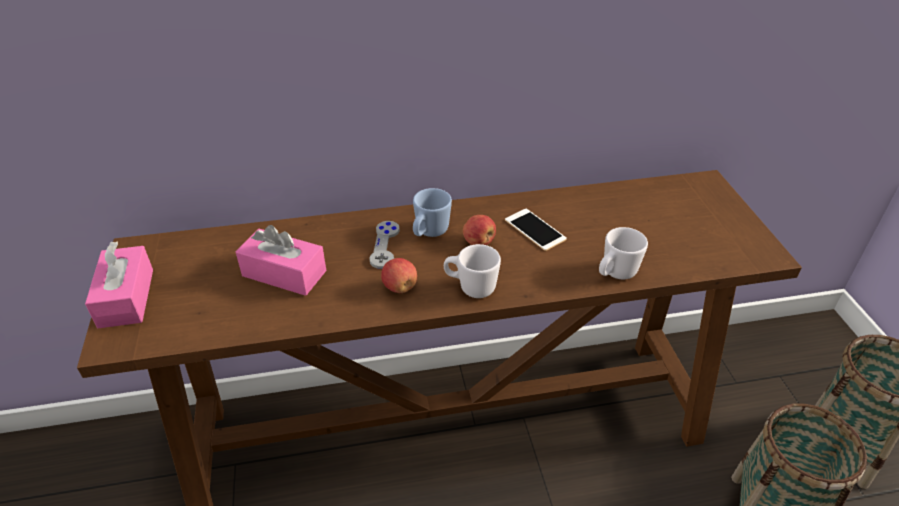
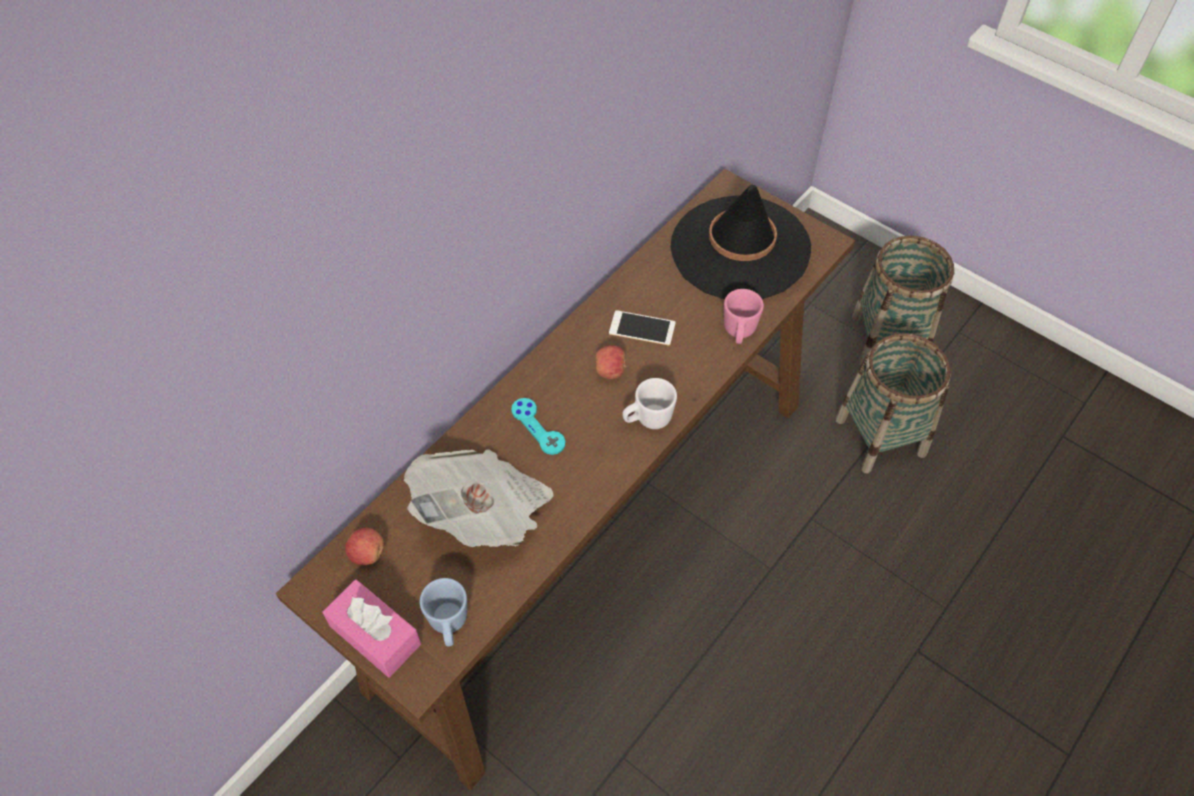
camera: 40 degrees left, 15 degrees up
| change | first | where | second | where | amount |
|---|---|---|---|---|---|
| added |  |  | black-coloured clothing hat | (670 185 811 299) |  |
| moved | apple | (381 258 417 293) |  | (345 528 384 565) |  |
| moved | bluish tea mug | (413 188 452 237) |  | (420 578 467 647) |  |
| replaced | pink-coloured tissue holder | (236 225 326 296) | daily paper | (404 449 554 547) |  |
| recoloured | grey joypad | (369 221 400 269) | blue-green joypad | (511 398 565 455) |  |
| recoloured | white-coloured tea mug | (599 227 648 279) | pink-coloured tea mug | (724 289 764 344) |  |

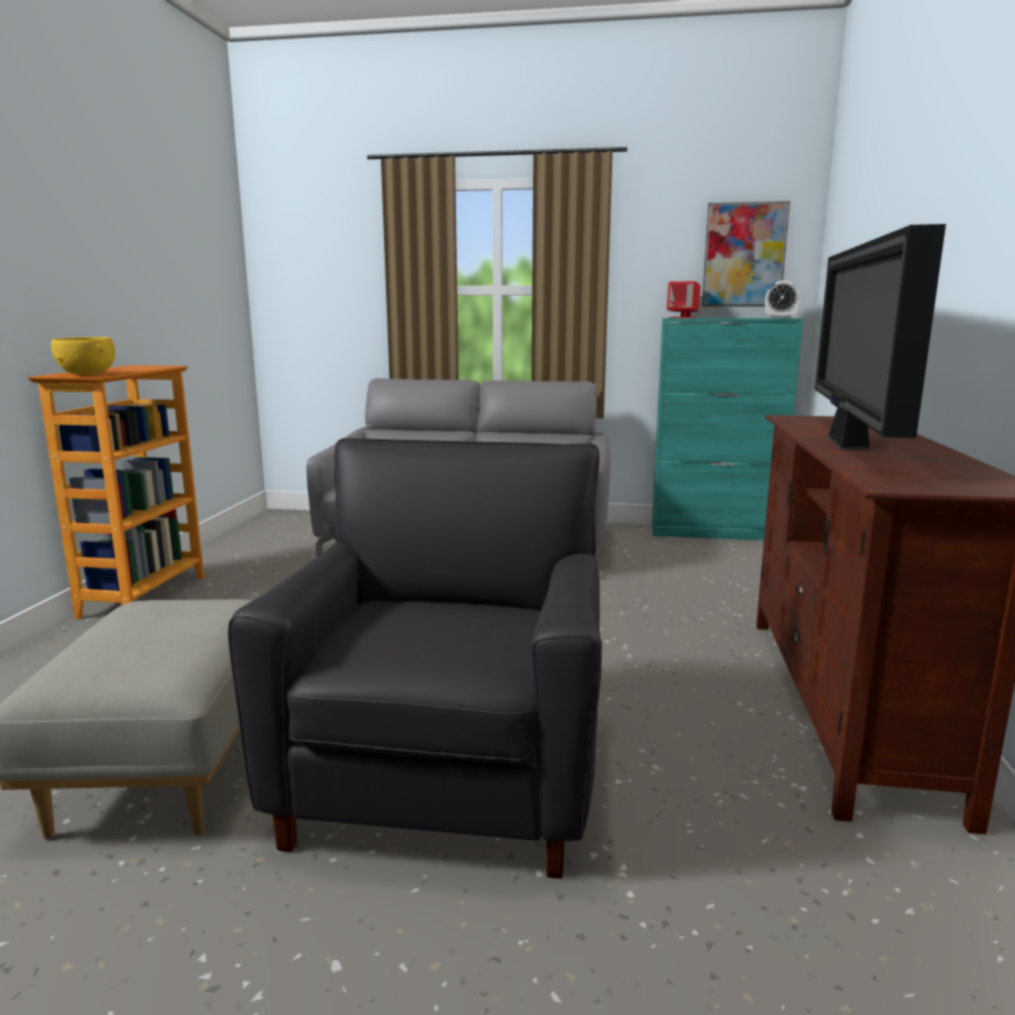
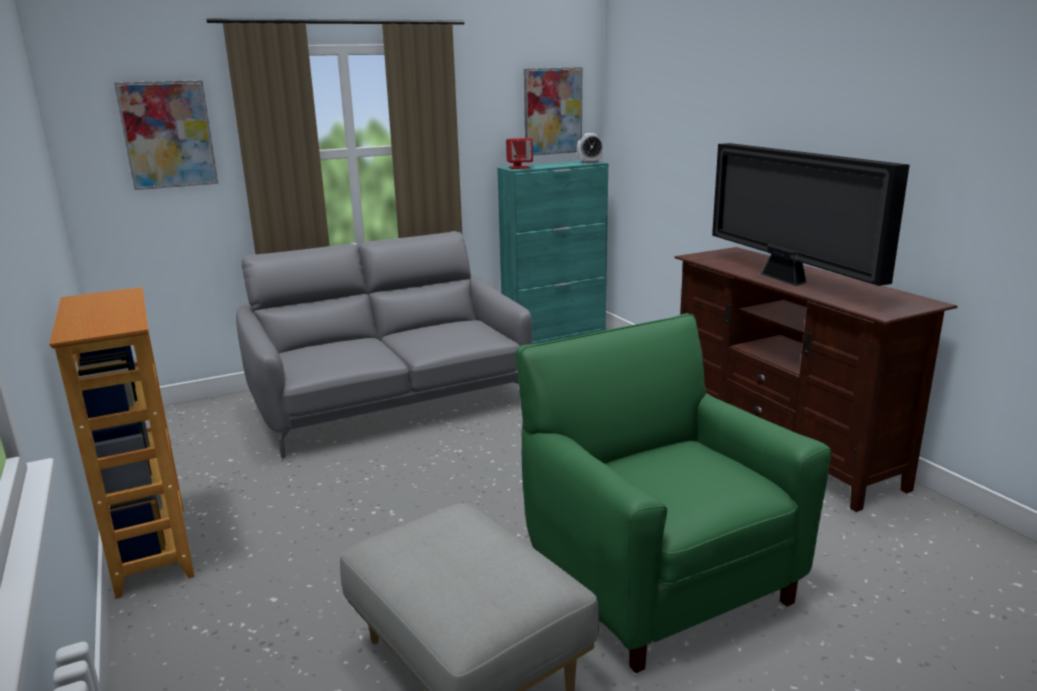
camera: 35 degrees left, 5 degrees up
| change | first | where | second | where | amount |
|---|---|---|---|---|---|
| removed | yellow deep dish | (51 337 115 375) |  |  |  |
| added |  |  | wall picture | (114 80 218 190) |  |
| recoloured | black-coloured lounge chair | (228 438 602 879) | green lounge chair | (516 313 832 673) |  |

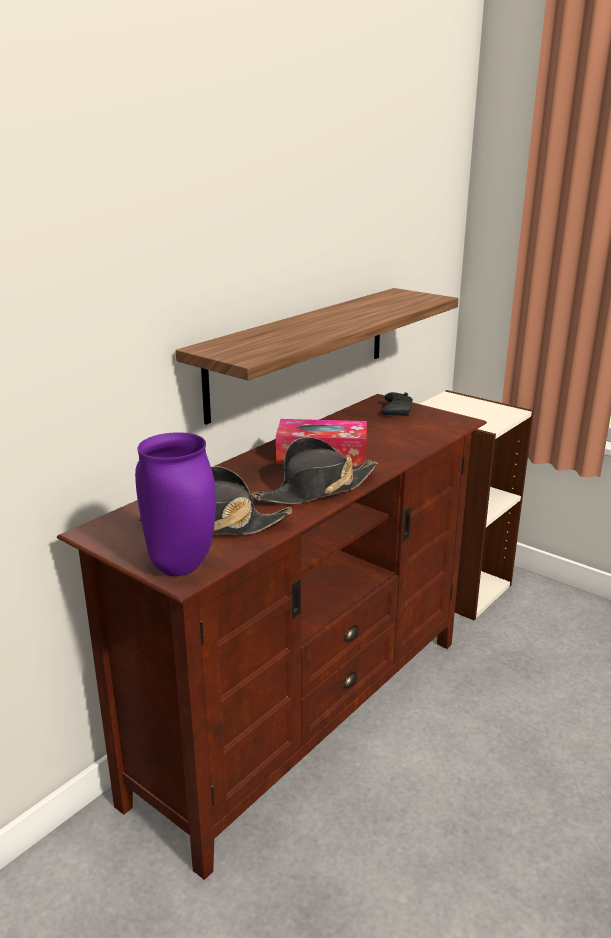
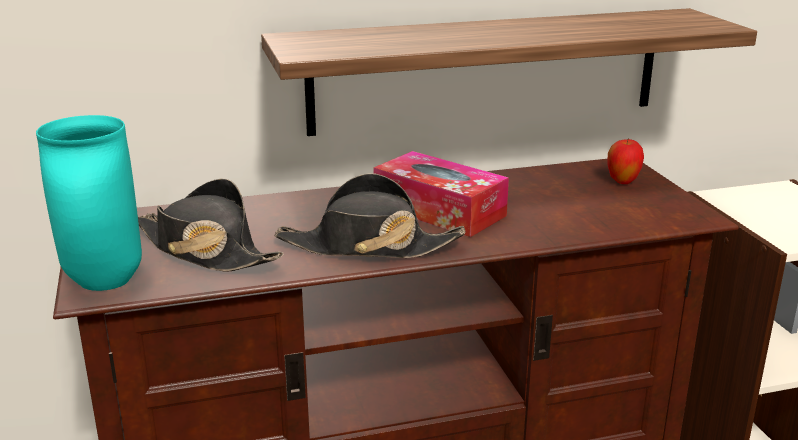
camera: 35 degrees right, 0 degrees up
| change | first | where | second | where | amount |
|---|---|---|---|---|---|
| replaced | black-coloured joypad | (382 392 413 416) | apple | (608 138 644 184) |  |
| recoloured | purple-coloured decorative vase | (135 432 216 576) | blue-green decorative vase | (36 115 142 291) |  |

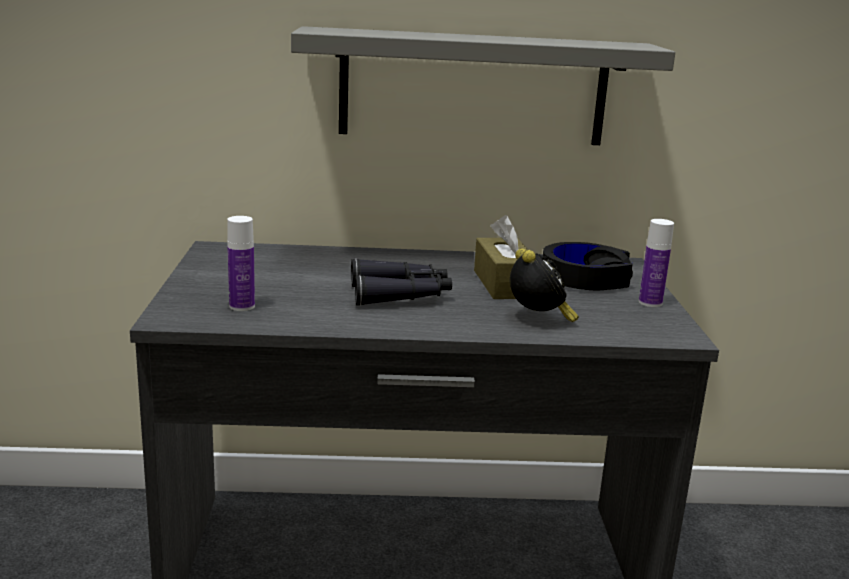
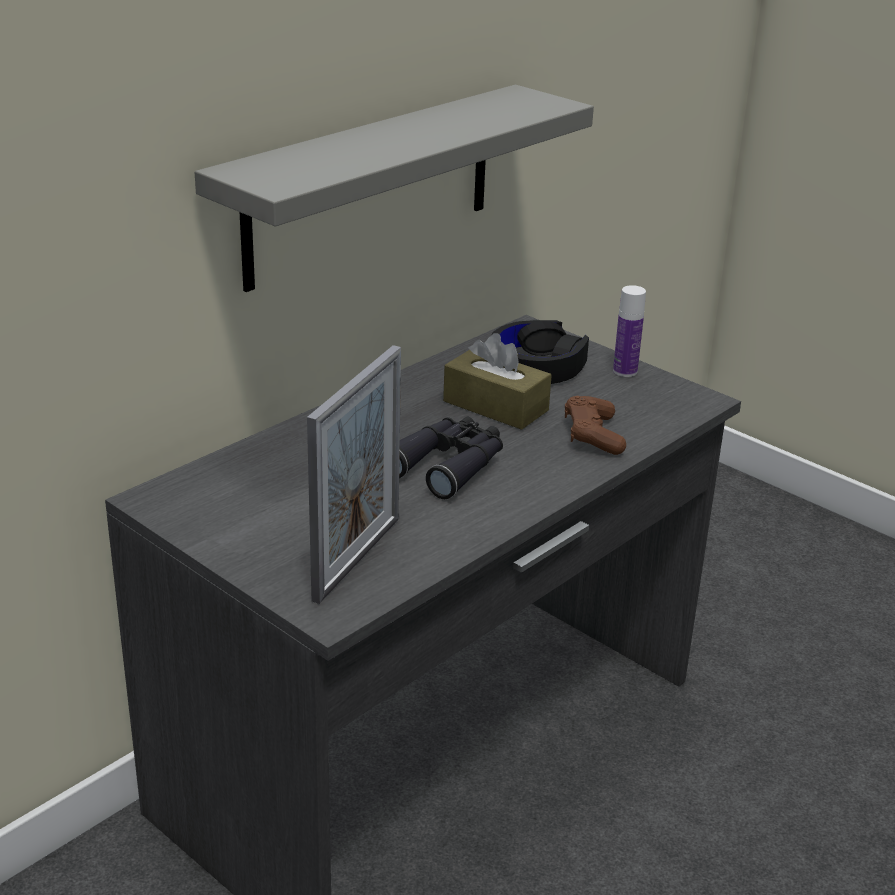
camera: 45 degrees left, 10 degrees up
| change | first | where | second | where | amount |
|---|---|---|---|---|---|
| replaced | beverage bottle | (227 216 255 311) | standing frame | (307 345 401 604) |  |
| replaced | bedside clock | (510 248 579 322) | brown-coloured joypad | (565 396 626 455) |  |

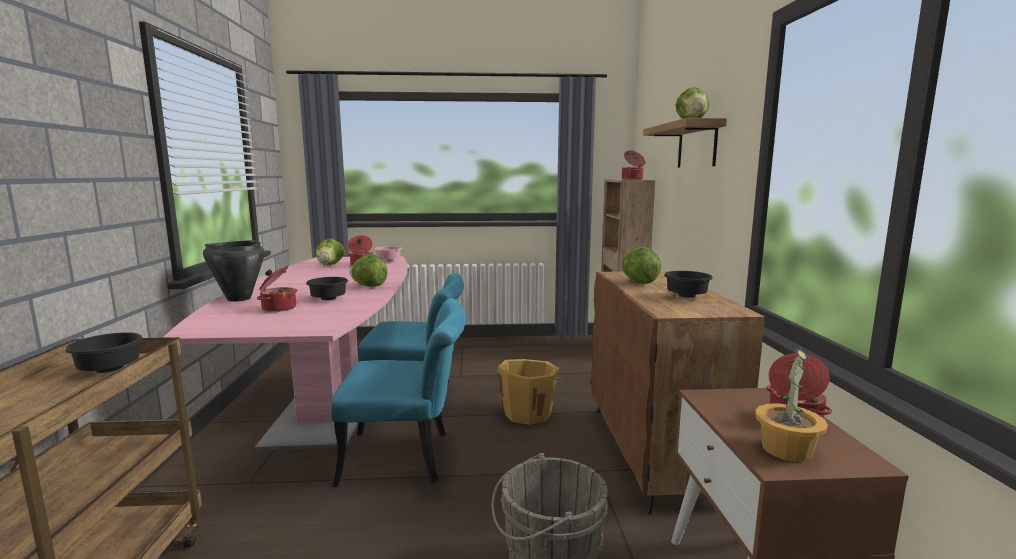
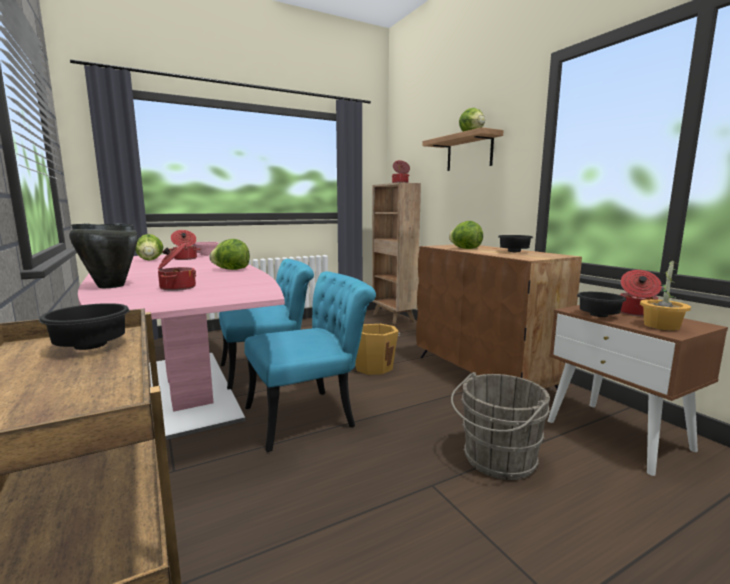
camera: 25 degrees left, 0 degrees up
| change | first | where | second | where | amount |
|---|---|---|---|---|---|
| moved | black-coloured deep dish | (306 277 348 300) |  | (577 292 626 317) |  |

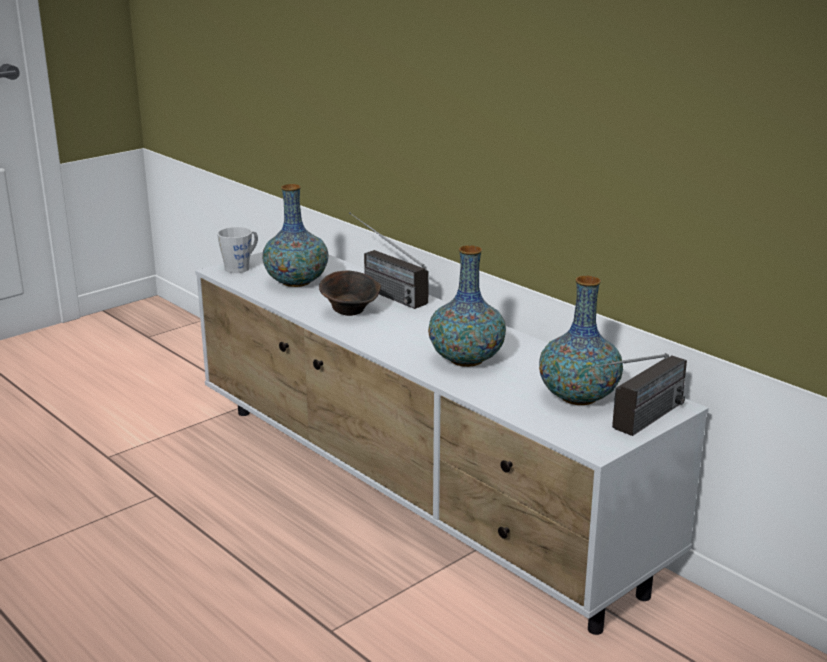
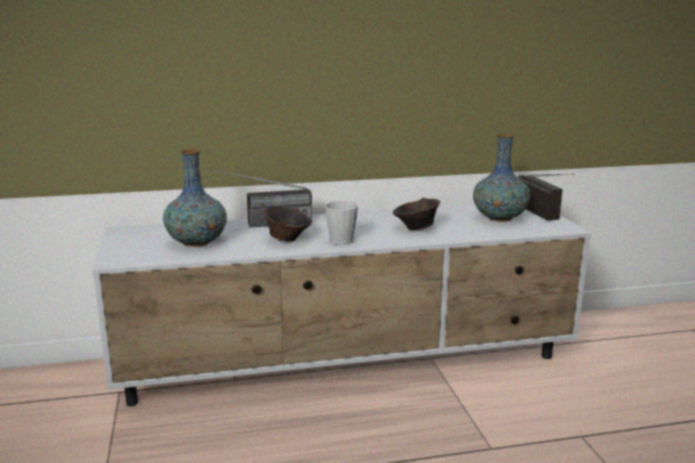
camera: 60 degrees left, 5 degrees down
| change | first | where | second | where | amount |
|---|---|---|---|---|---|
| moved | grey tea mug | (217 227 258 273) |  | (325 201 358 245) |  |
| replaced | decorative vase | (428 245 506 367) | brown-coloured deep dish | (393 198 440 230) |  |

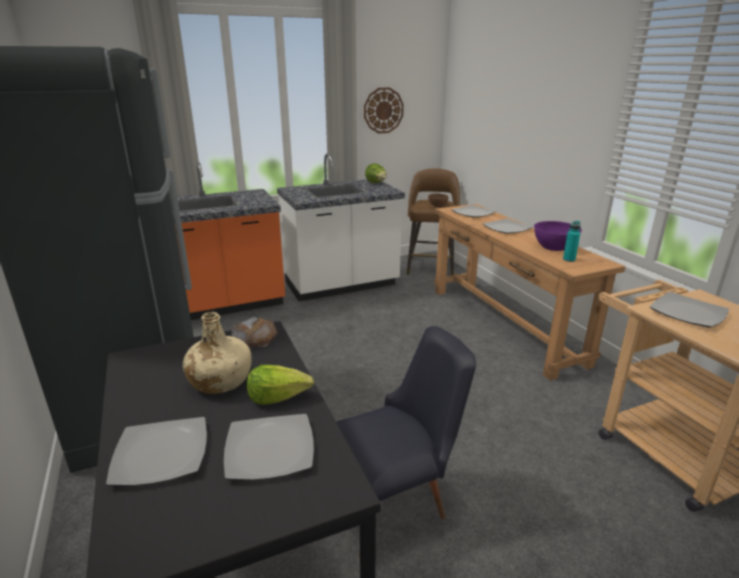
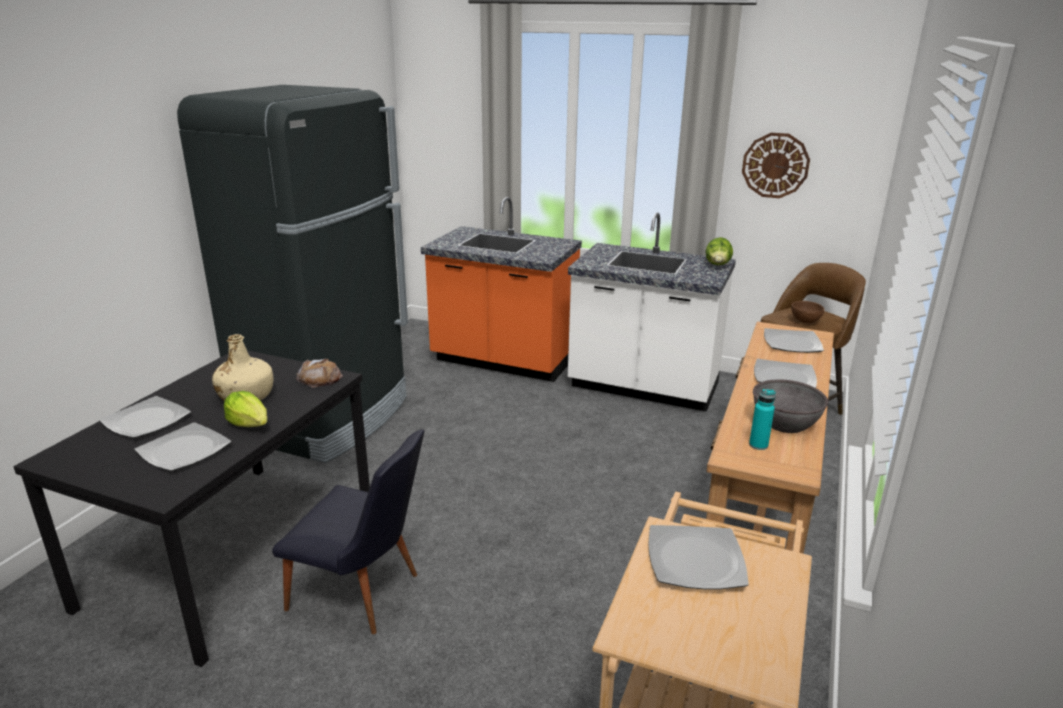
camera: 45 degrees right, 0 degrees up
| change | first | where | second | where | amount |
|---|---|---|---|---|---|
| recoloured | purple-coloured deep dish | (534 221 582 251) | grey deep dish | (753 379 828 433) |  |

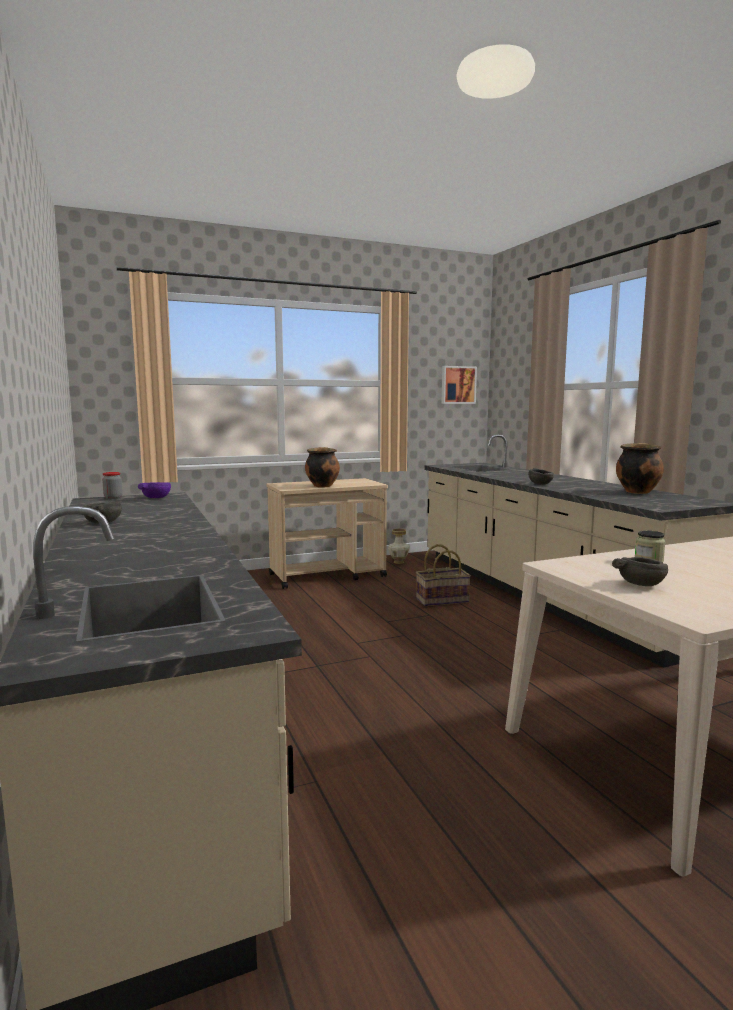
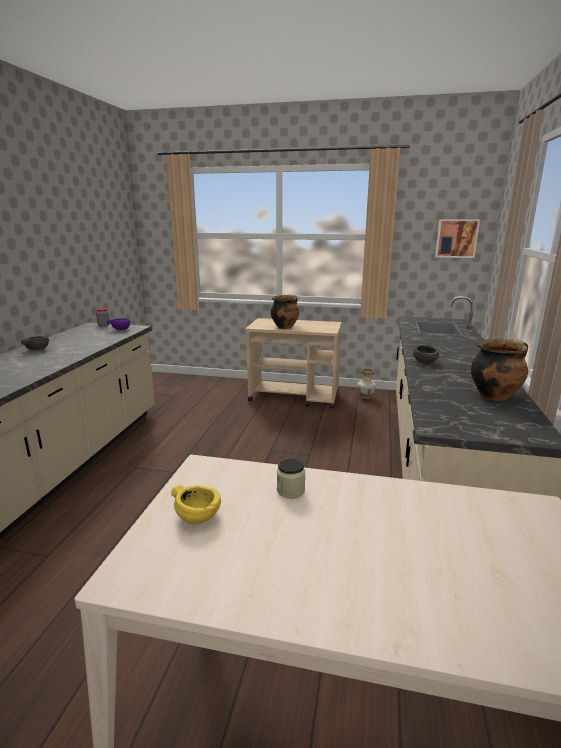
camera: 35 degrees right, 10 degrees up
| change | first | where | second | where | amount |
|---|---|---|---|---|---|
| removed | household basket | (416 544 471 606) |  |  |  |
| recoloured | grey deep dish | (612 557 668 586) | yellow deep dish | (171 485 221 525) |  |

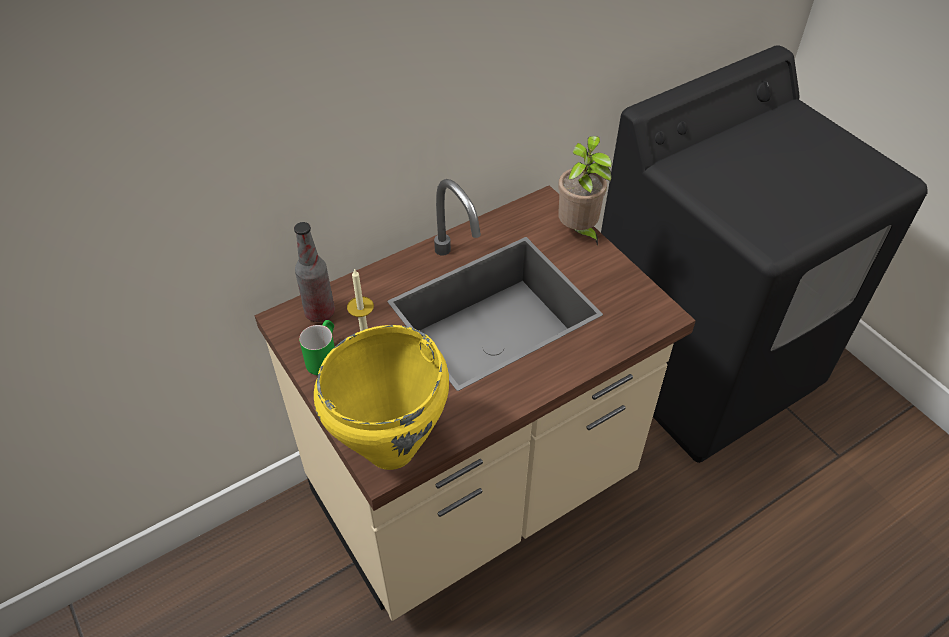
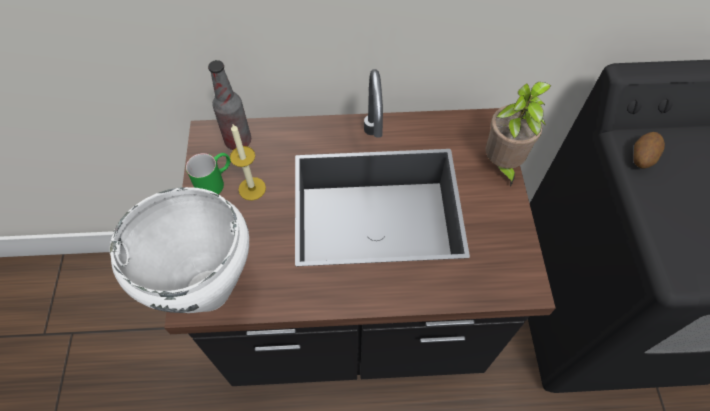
camera: 30 degrees right, 10 degrees up
| change | first | where | second | where | amount |
|---|---|---|---|---|---|
| added |  |  | spud | (633 132 665 168) |  |
| recoloured | beige kitchen base unit | (254 179 696 621) | black-coloured kitchen base unit | (164 69 556 386) |  |
| recoloured | yellow saucepot | (314 325 449 470) | white-coloured saucepot | (110 187 249 313) |  |

